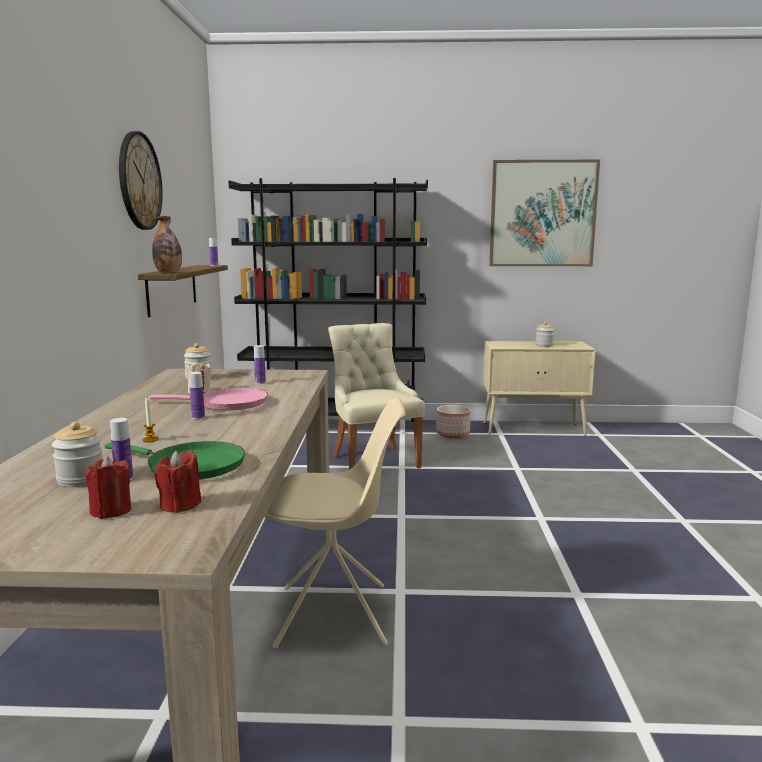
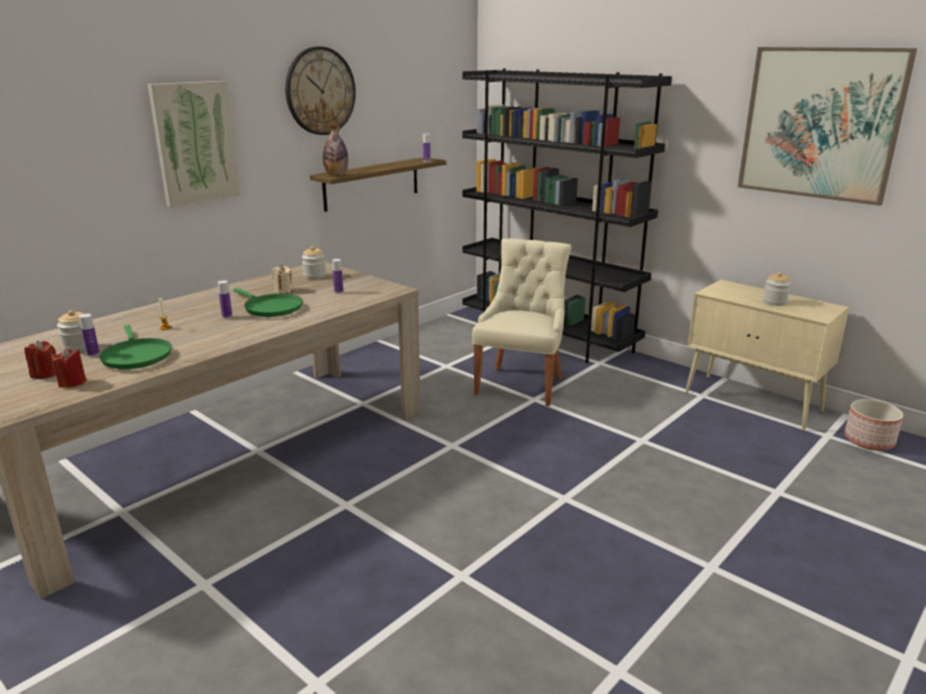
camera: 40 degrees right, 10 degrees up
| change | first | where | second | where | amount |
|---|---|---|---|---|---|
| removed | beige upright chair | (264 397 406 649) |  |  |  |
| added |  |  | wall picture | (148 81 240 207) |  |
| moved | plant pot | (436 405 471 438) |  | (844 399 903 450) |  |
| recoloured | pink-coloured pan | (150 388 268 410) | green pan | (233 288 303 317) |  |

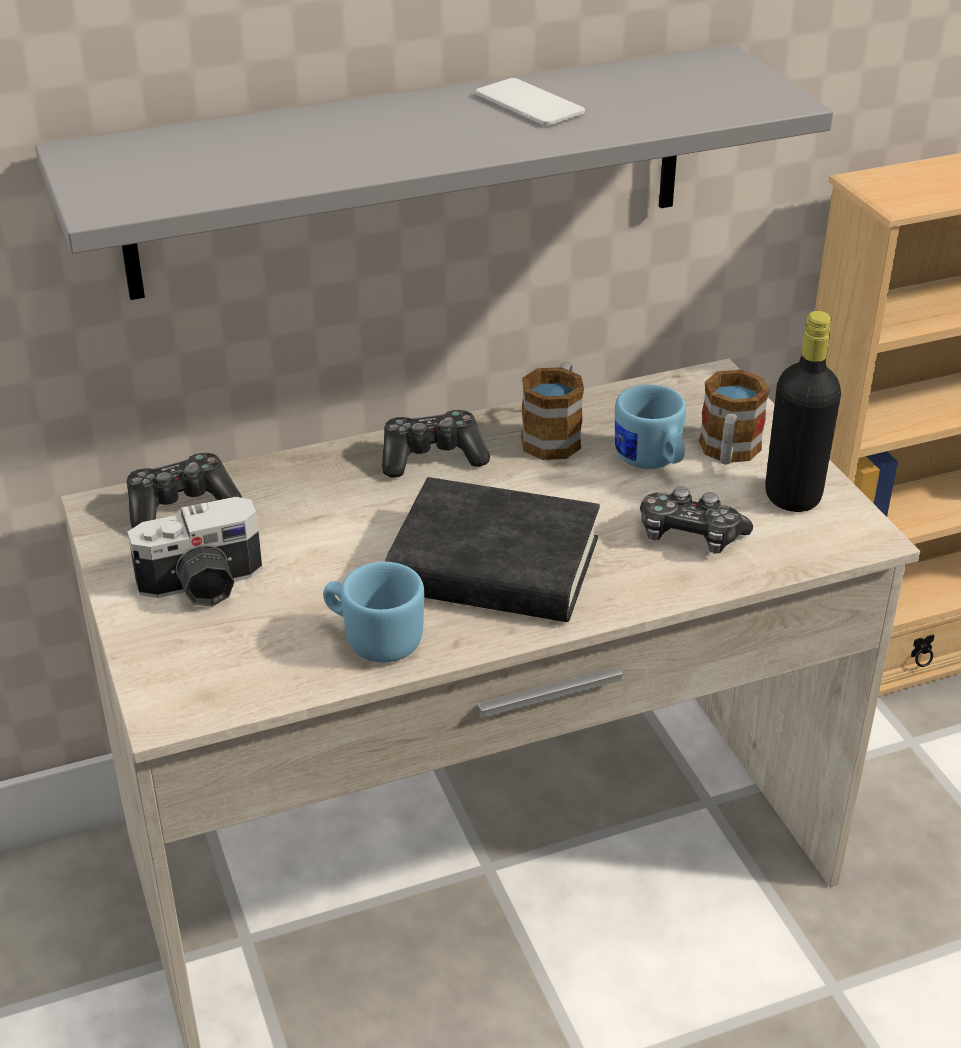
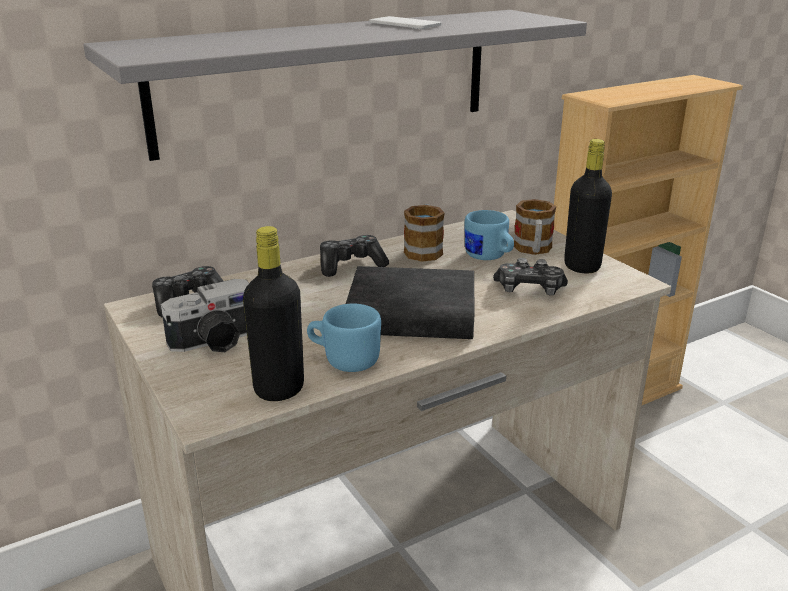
camera: 10 degrees left, 10 degrees down
| change | first | where | second | where | amount |
|---|---|---|---|---|---|
| added |  |  | black-coloured beverage bottle | (243 226 304 401) |  |

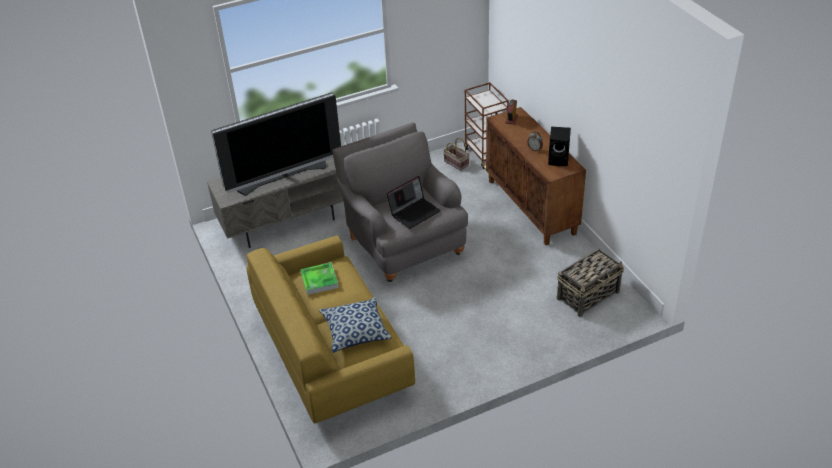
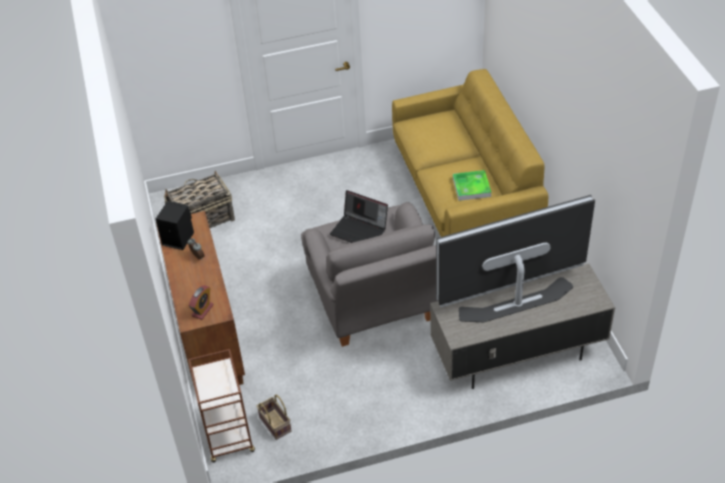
camera: 170 degrees left, 5 degrees up
| change | first | where | second | where | amount |
|---|---|---|---|---|---|
| removed | throw pillow | (319 297 392 353) |  |  |  |
| turned | portable computer | (387 176 441 229) |  | (330 190 388 243) | 120 degrees counterclockwise |

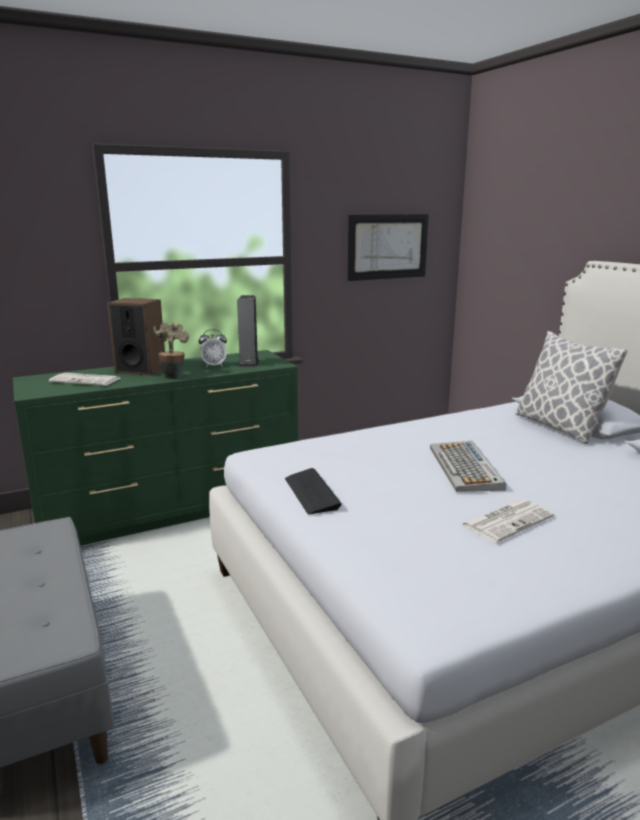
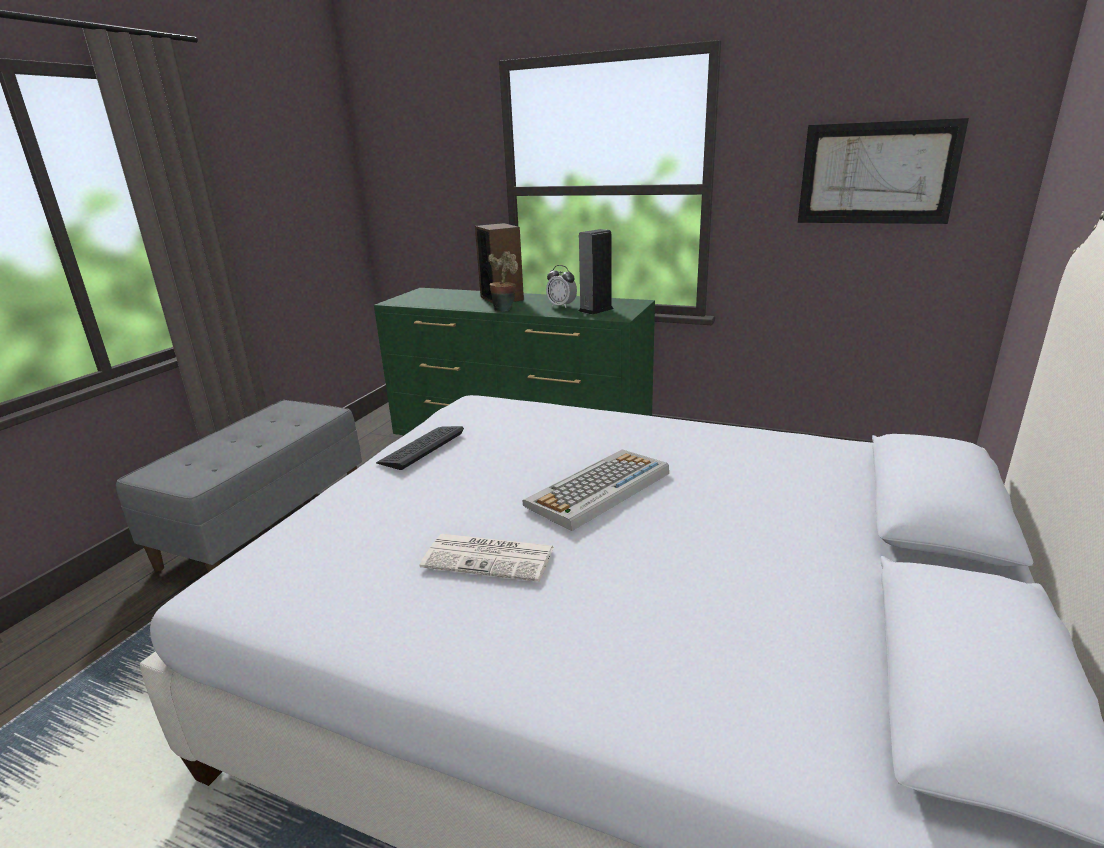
camera: 50 degrees right, 5 degrees up
| change | first | where | second | where | amount |
|---|---|---|---|---|---|
| removed | daily paper | (49 373 121 386) |  |  |  |
| removed | throw pillow | (515 331 628 444) |  |  |  |

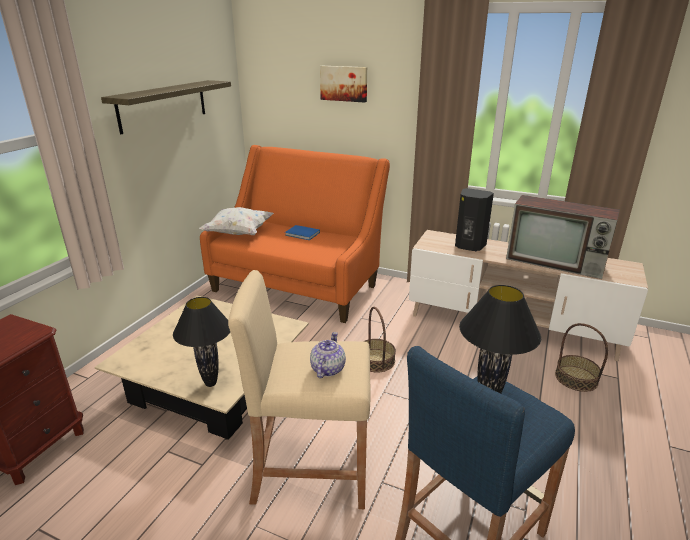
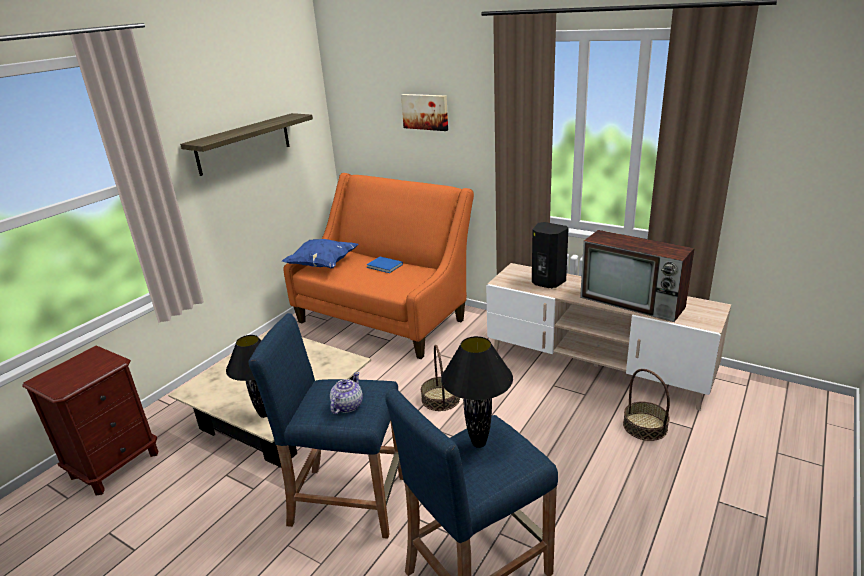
camera: 10 degrees right, 0 degrees up
| change | first | where | second | where | amount |
|---|---|---|---|---|---|
| recoloured | white-coloured throw pillow | (199 207 274 235) | bluish throw pillow | (282 239 359 268) |  |
| recoloured | beige stool | (228 270 371 509) | bluish stool | (248 313 403 539) |  |

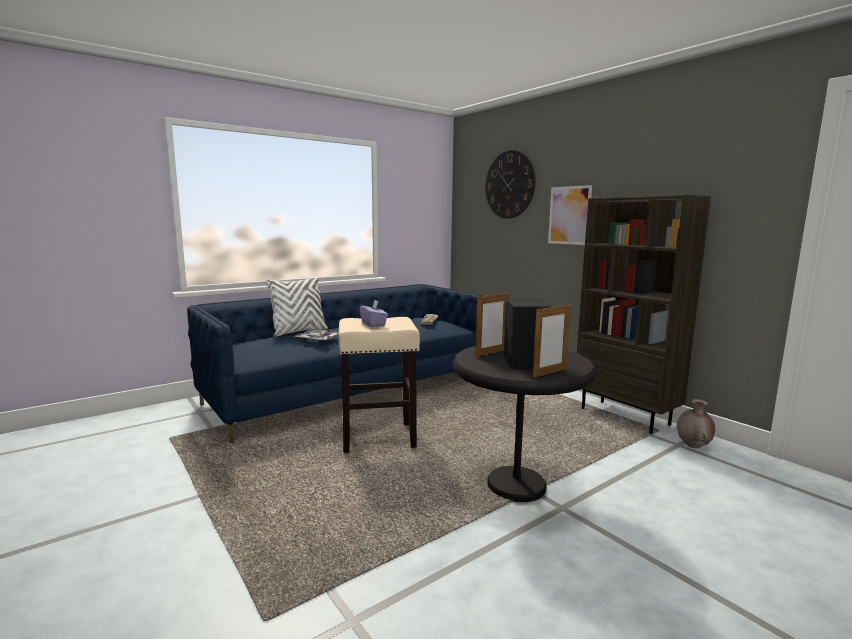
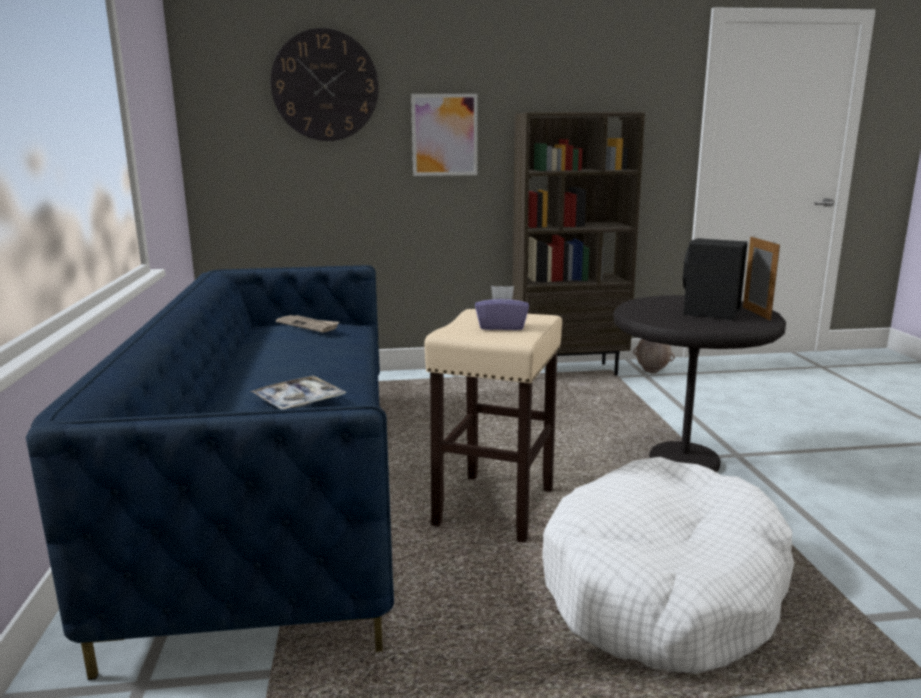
camera: 60 degrees left, 5 degrees up
| change | first | where | second | where | amount |
|---|---|---|---|---|---|
| removed | white-coloured throw pillow | (266 277 328 337) |  |  |  |
| removed | standing frame | (475 293 510 357) |  |  |  |
| added |  |  | white-coloured dog cushion | (542 457 794 674) |  |

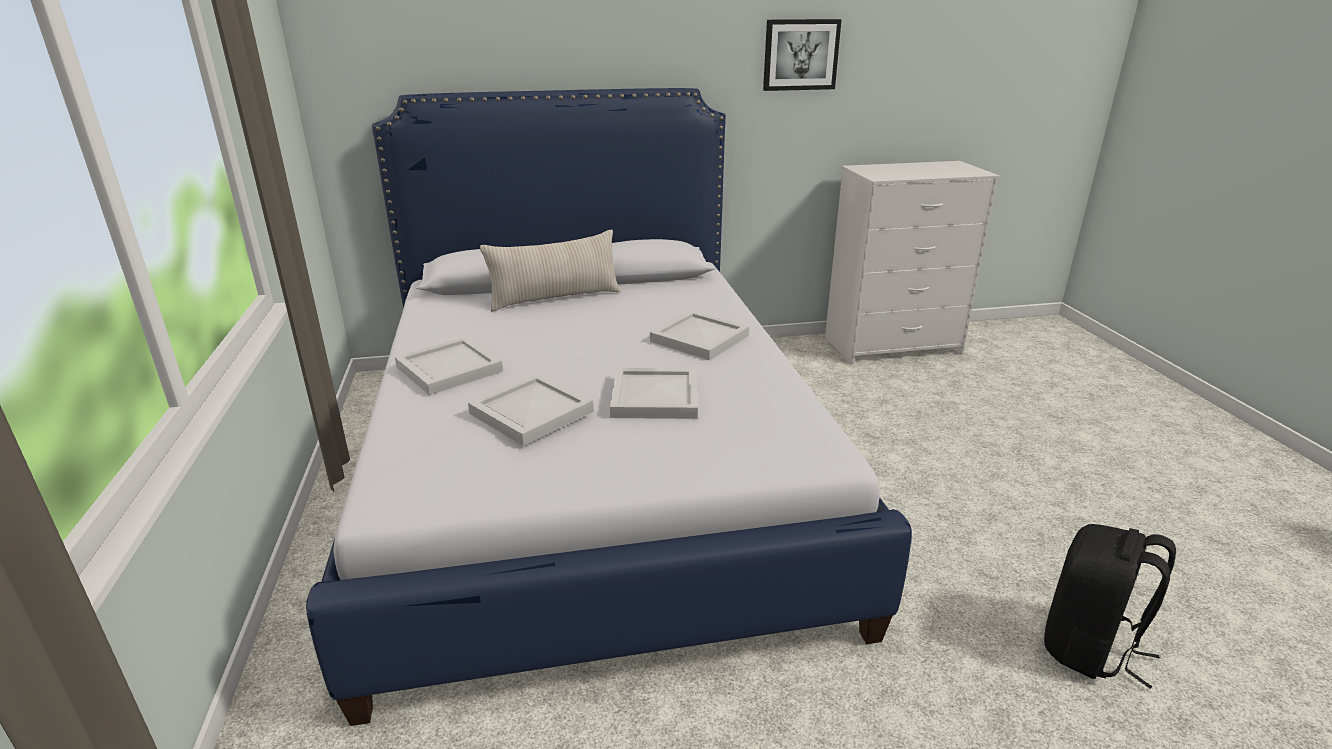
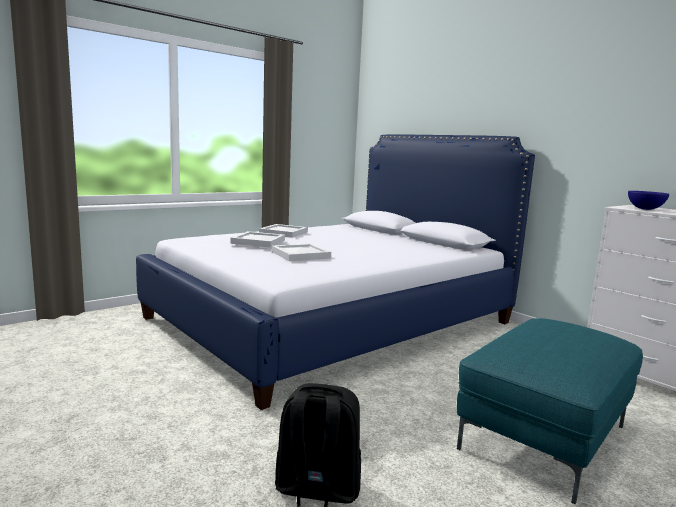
camera: 60 degrees right, 15 degrees down
| change | first | where | second | where | amount |
|---|---|---|---|---|---|
| removed | beige throw pillow | (480 230 621 311) |  |  |  |
| removed | white-coloured tray | (650 310 749 360) |  |  |  |
| removed | wall picture | (763 19 842 91) |  |  |  |
| added |  |  | blue-green pouffe | (457 318 643 504) |  |
| added |  |  | bluish deep dish | (628 191 669 210) |  |

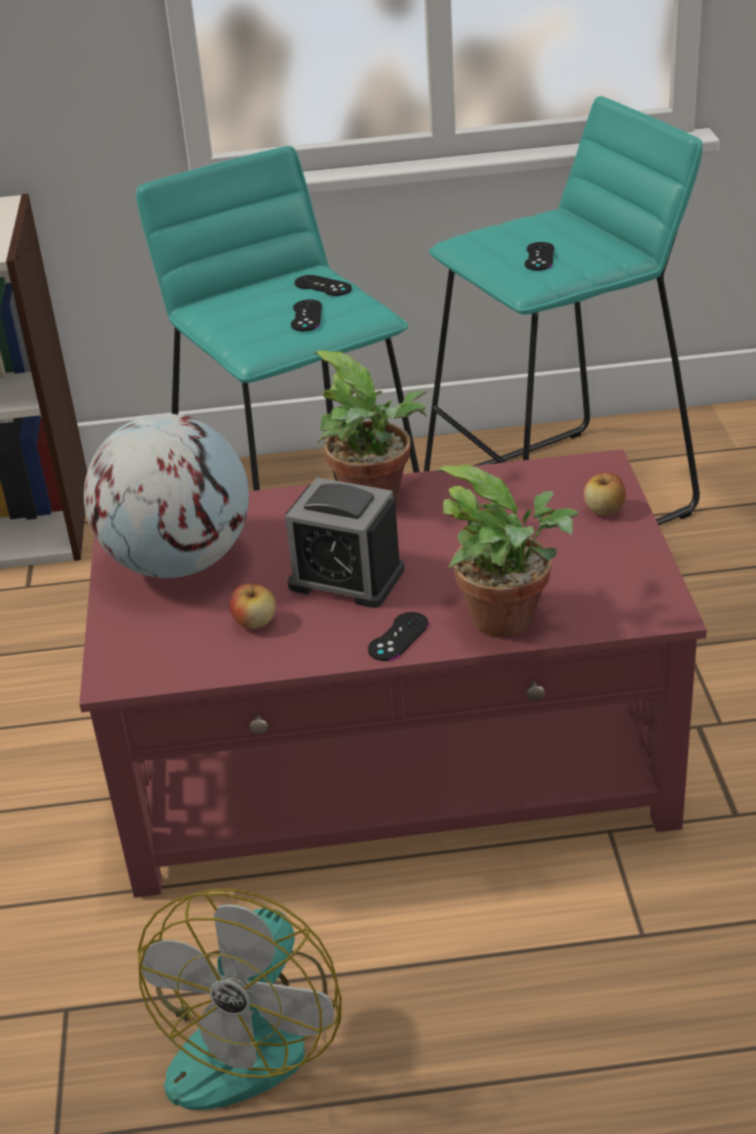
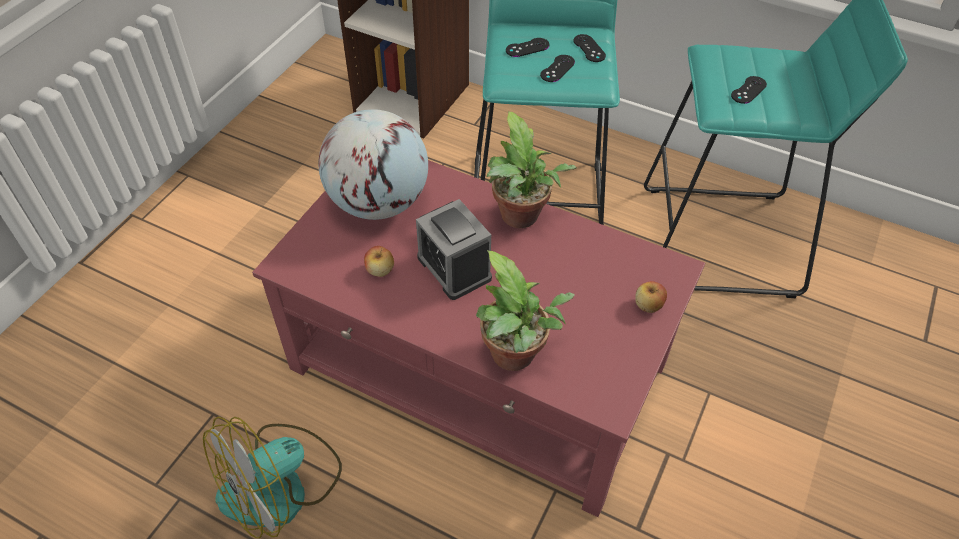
camera: 30 degrees right, 15 degrees up
| change | first | where | second | where | amount |
|---|---|---|---|---|---|
| moved | black-coloured joypad | (368 612 429 661) |  | (506 38 550 57) |  |

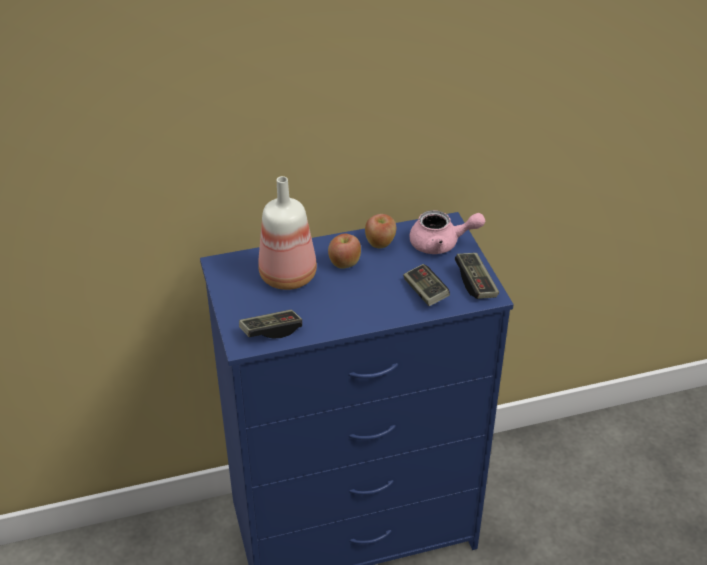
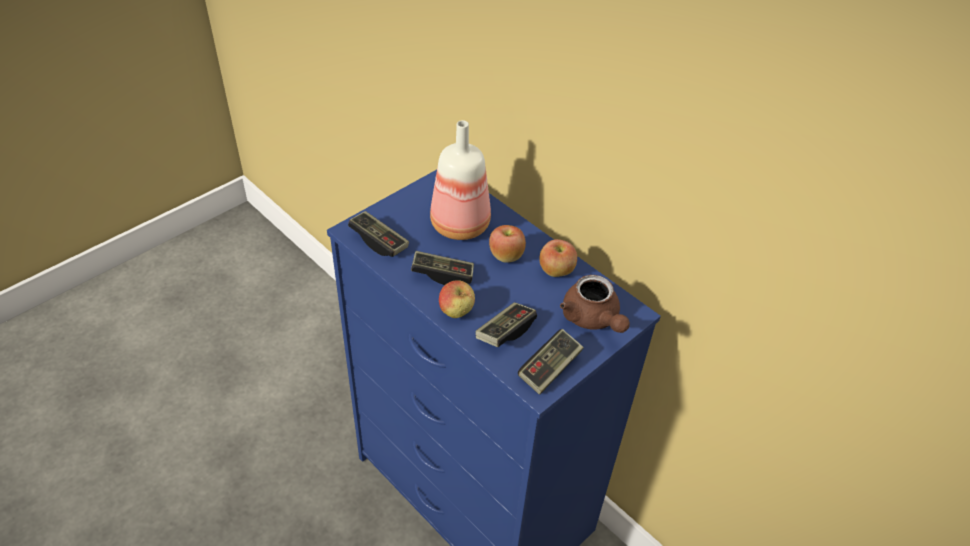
camera: 60 degrees right, 5 degrees up
| change | first | where | second | where | amount |
|---|---|---|---|---|---|
| added |  |  | joypad | (411 251 474 285) |  |
| added |  |  | apple | (439 280 475 318) |  |
| recoloured | pink-coloured teapot | (410 210 485 254) | brown-coloured teapot | (560 275 630 333) |  |

